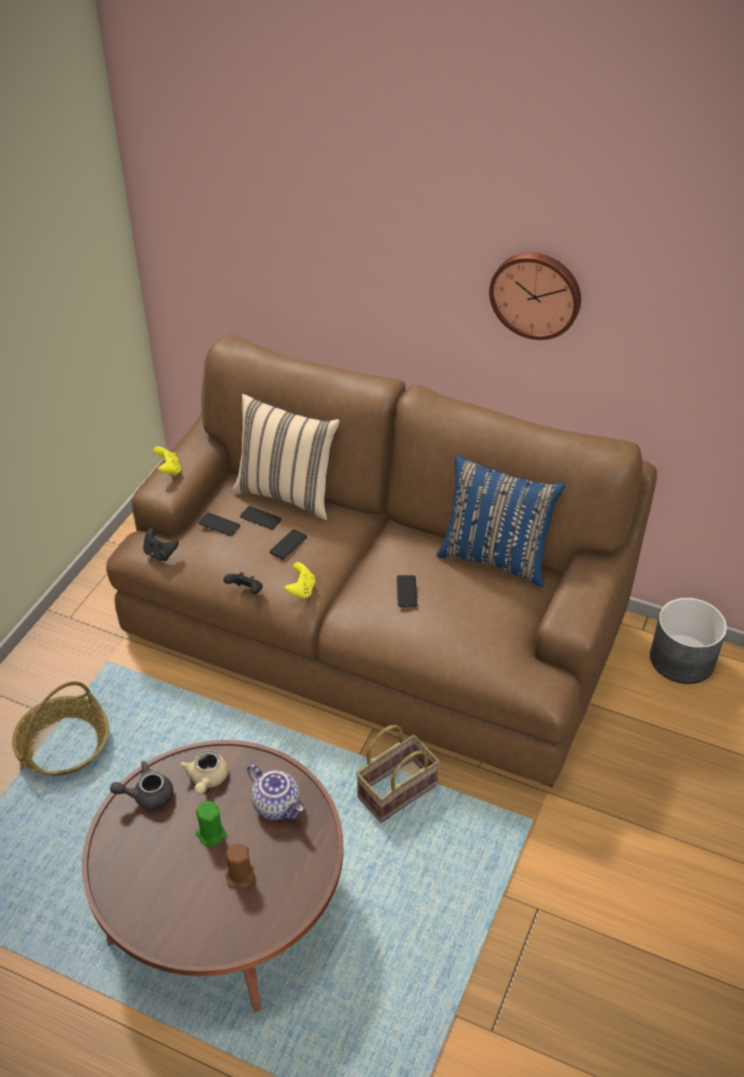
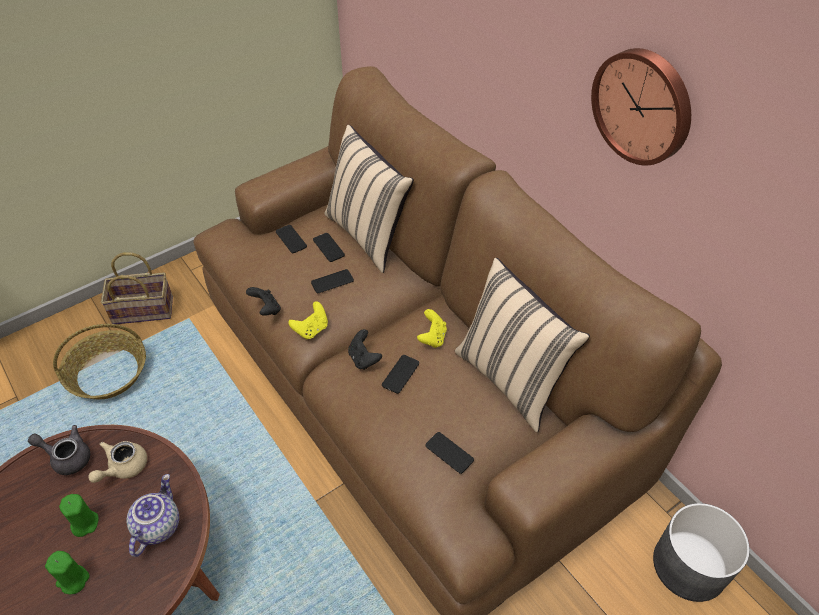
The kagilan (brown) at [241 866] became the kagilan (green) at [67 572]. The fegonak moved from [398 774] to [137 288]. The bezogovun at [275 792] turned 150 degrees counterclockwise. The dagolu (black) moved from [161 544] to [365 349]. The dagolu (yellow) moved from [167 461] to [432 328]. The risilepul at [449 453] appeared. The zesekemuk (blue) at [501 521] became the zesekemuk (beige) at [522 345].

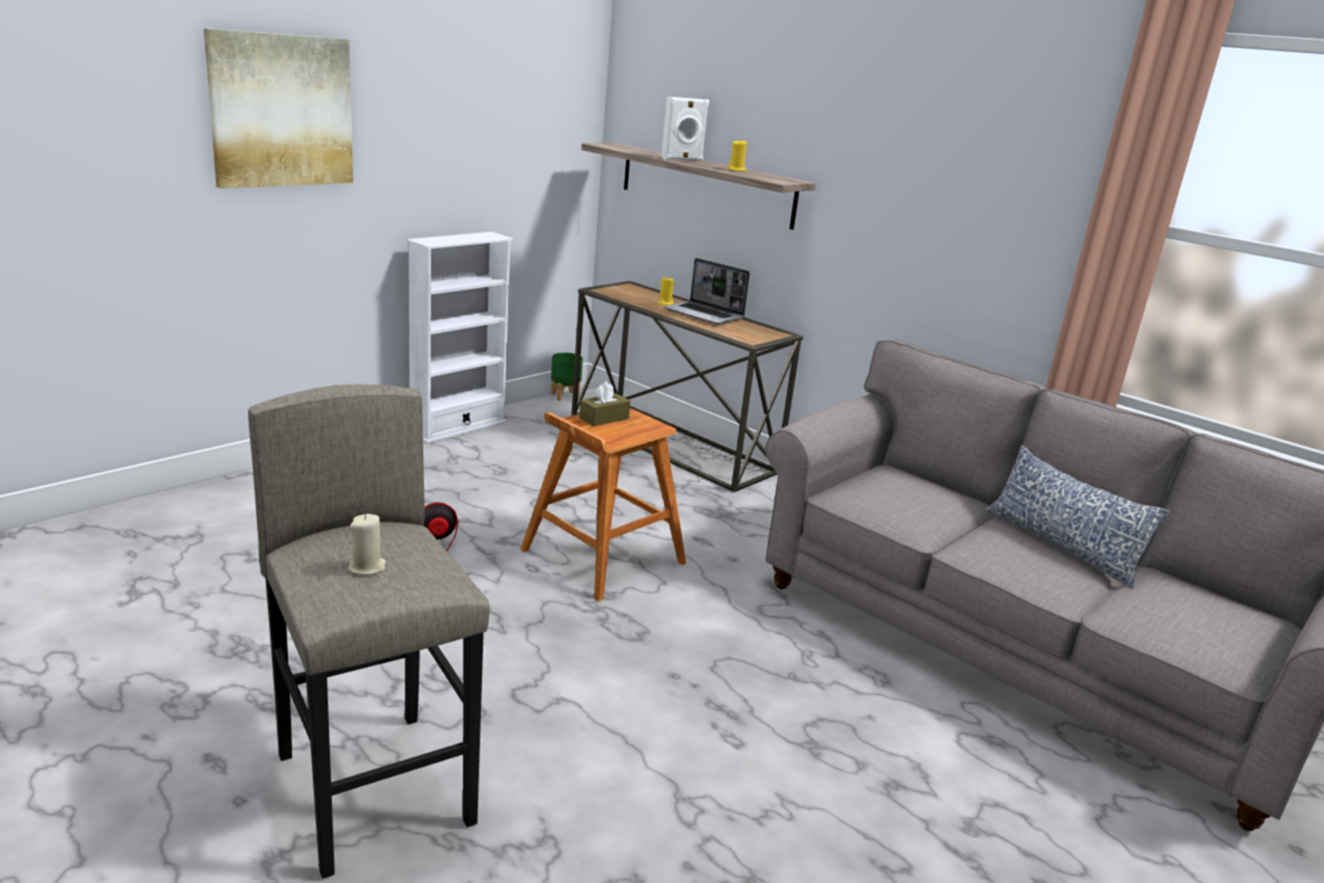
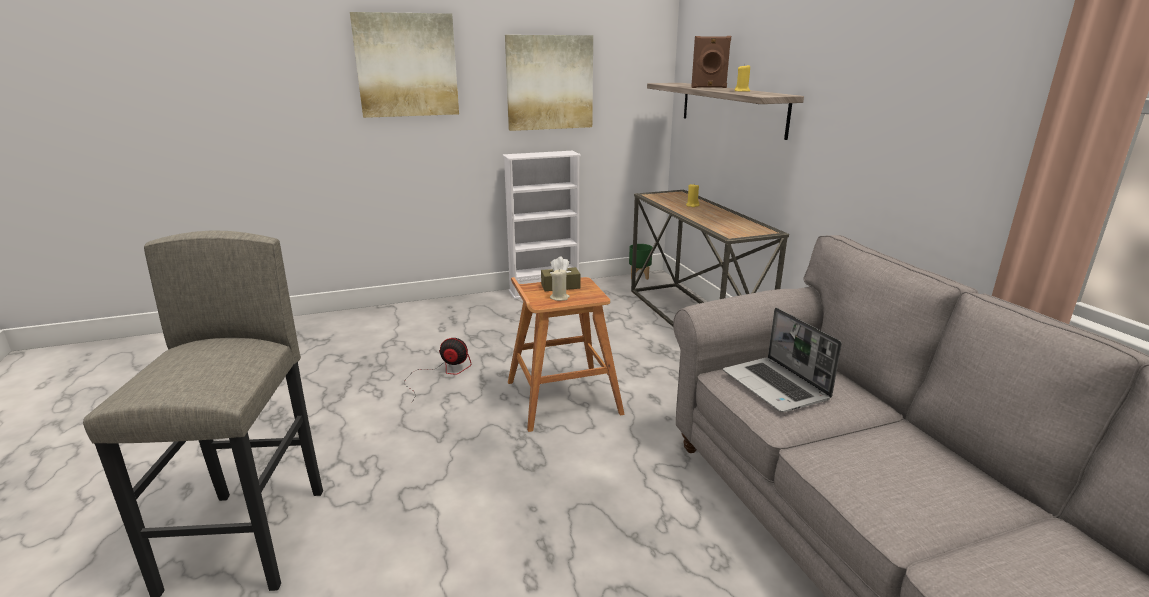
The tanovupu at [549 83] appeared. The kagilan (beige) moved from [367 544] to [560 285]. The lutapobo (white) at [685 129] became the lutapobo (brown) at [711 62]. The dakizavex moved from [707 291] to [782 360]. The zesekemuk at [1078 516] disappeared.

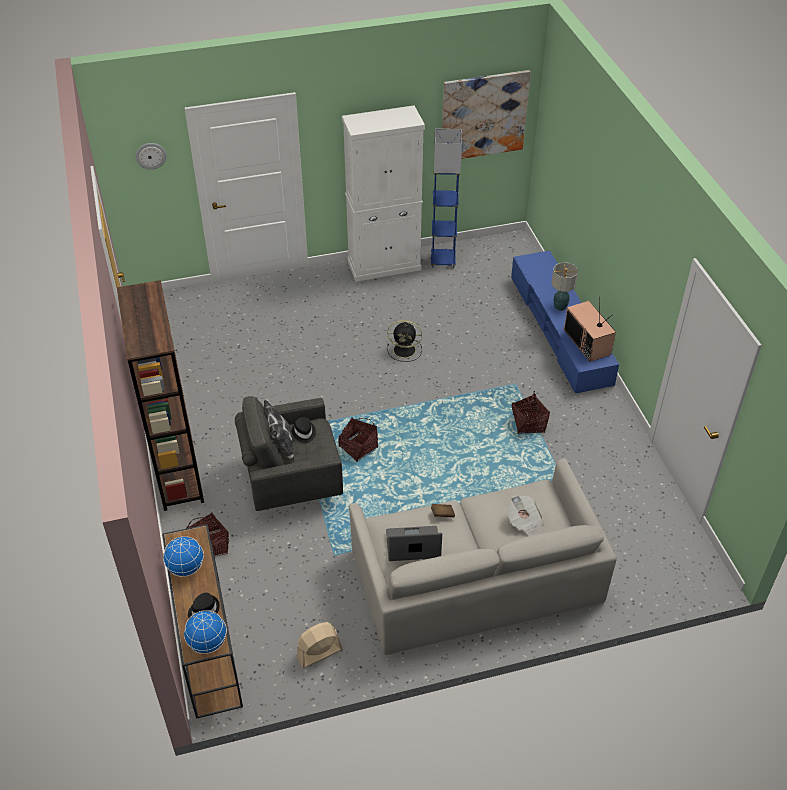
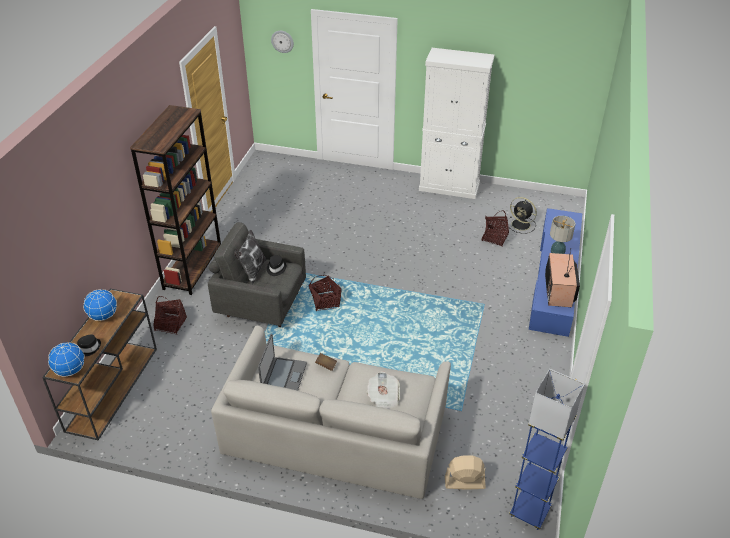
The dakizavex at [414 543] turned 75 degrees clockwise. The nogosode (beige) moved from [319 645] to [465 472]. The fegonak moved from [531 412] to [495 228]. The nogosode (black) moved from [404 341] to [522 215]. The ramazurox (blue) moved from [446 198] to [547 449]. The tanovupu at [486 114] disappeared.

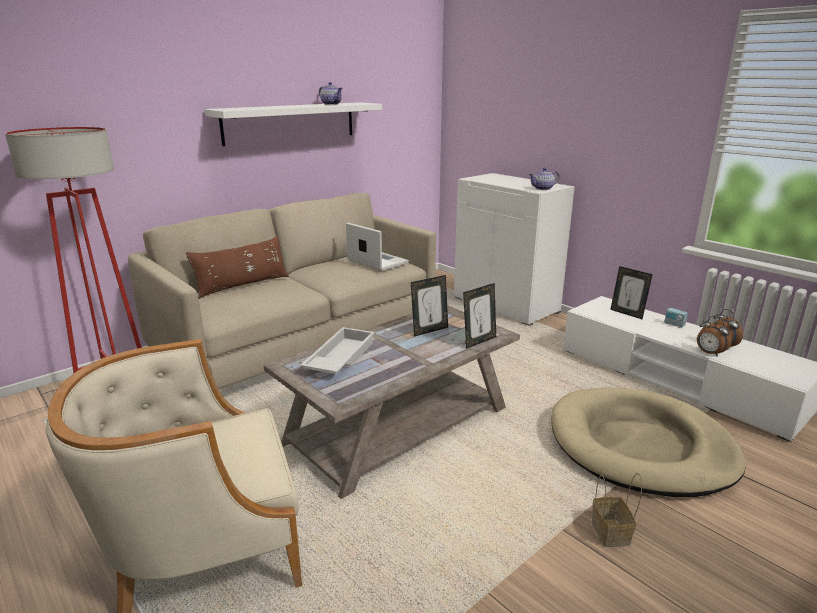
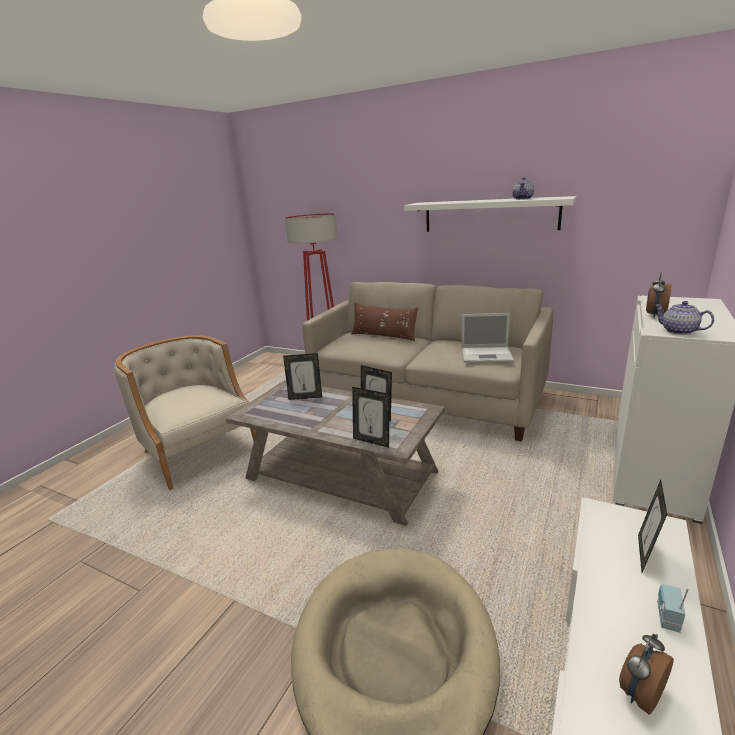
The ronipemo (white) at [337 350] was replaced by the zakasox at [302 376]. The dakizavex at [377 246] turned 75 degrees clockwise. The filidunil moved from [714 336] to [658 295]. The fegonak at [616 510] disappeared.

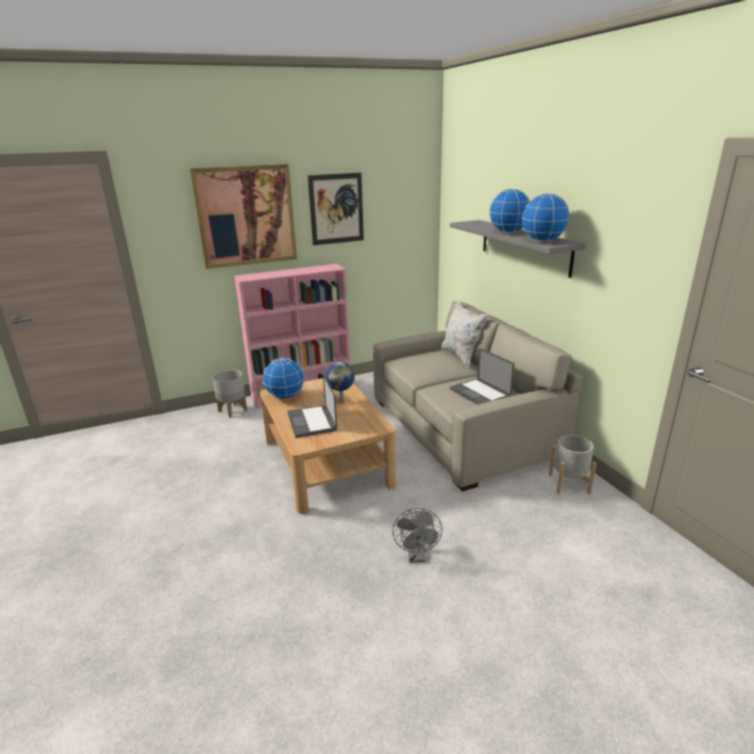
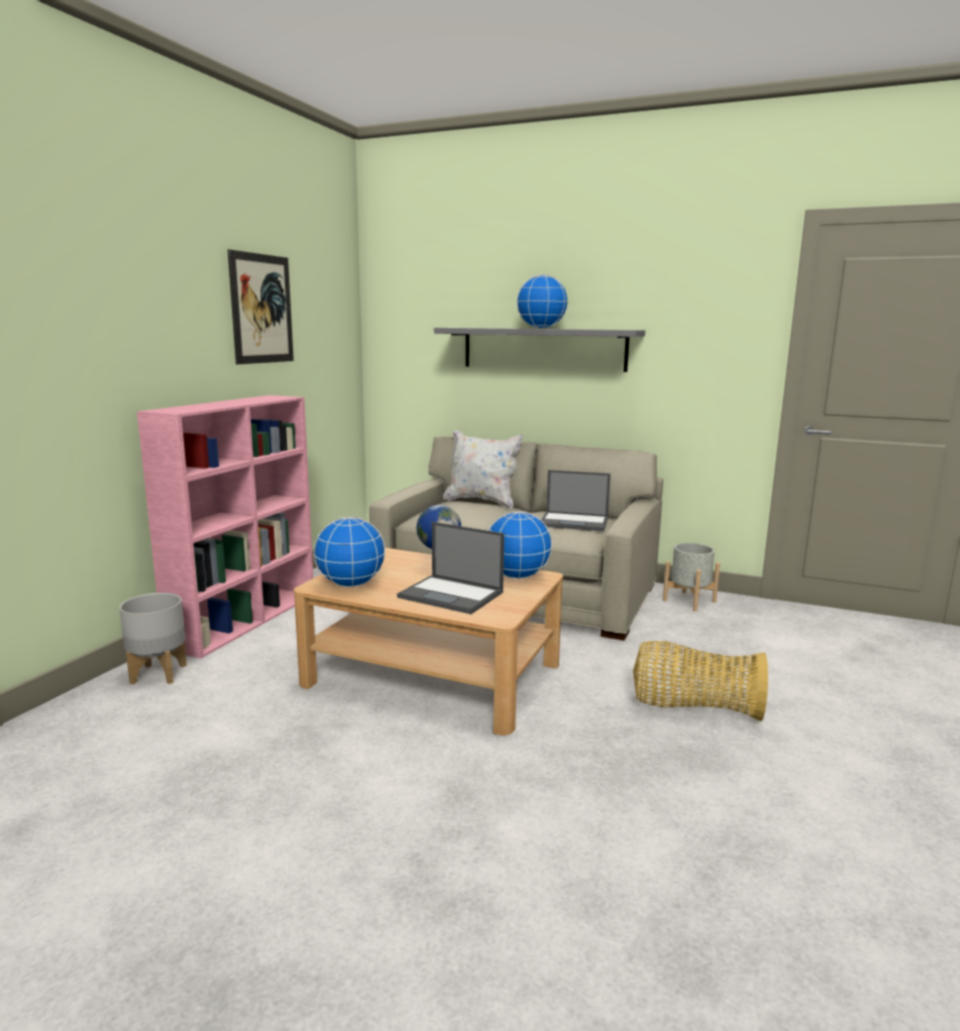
The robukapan moved from [546 217] to [520 545]. The nogosode (grey) at [417 535] was replaced by the fegonak at [700 681]. The tanovupu at [243 216] disappeared.

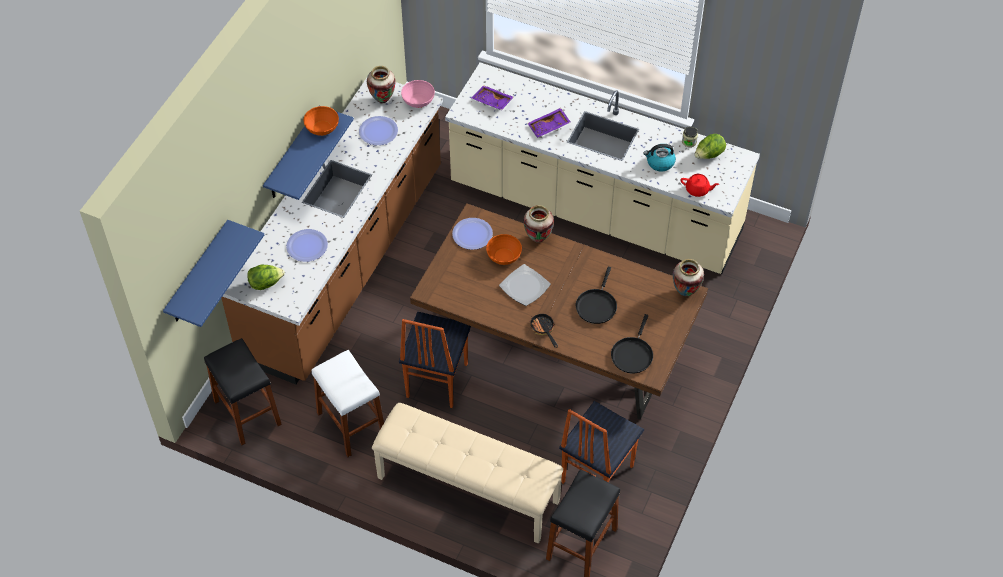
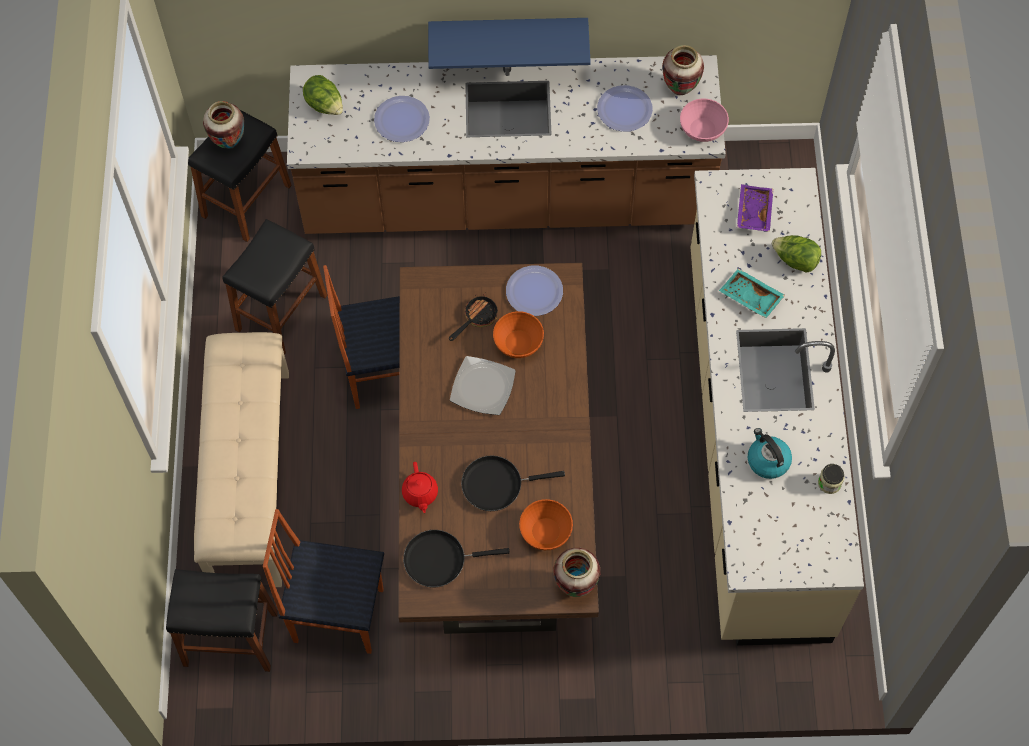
The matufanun moved from [538 224] to [223 125]. The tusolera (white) at [348 403] became the tusolera (black) at [274 287]. The bezogovun (red) moved from [700 185] to [420 487]. The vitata moved from [544 330] to [473 317]. The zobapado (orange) moved from [321 121] to [546 524]. The ronipemo (purple) at [548 123] became the ronipemo (turquoise) at [752 293]. The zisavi moved from [710 146] to [796 254]. The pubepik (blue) at [213 273] disappeared.

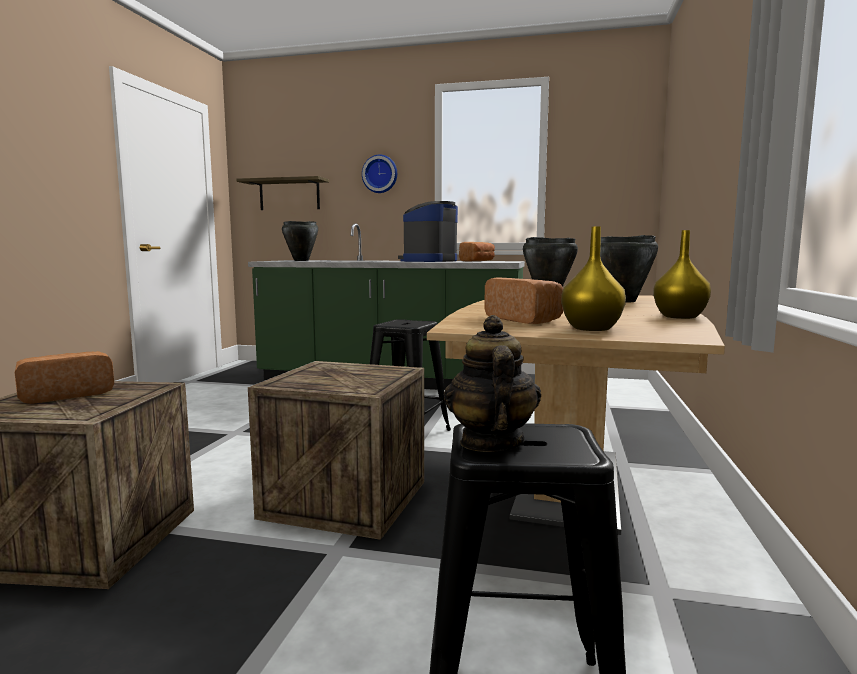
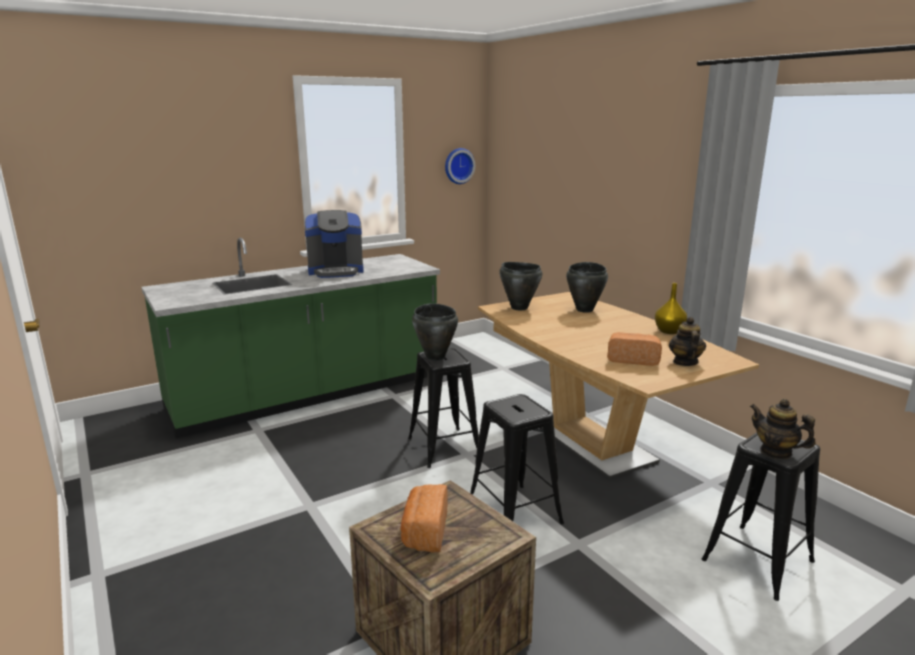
The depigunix at [428 231] turned 90 degrees counterclockwise. The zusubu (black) moved from [300 241] to [435 332]. The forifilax moved from [379 173] to [460 166]. The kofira at [336 450] was replaced by the tusolera (black) at [517 459]. The matufanun (yellow) at [593 279] was replaced by the bezogovun at [687 341]. The pubepik at [282 193] disappeared. The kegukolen at [477 251] disappeared.

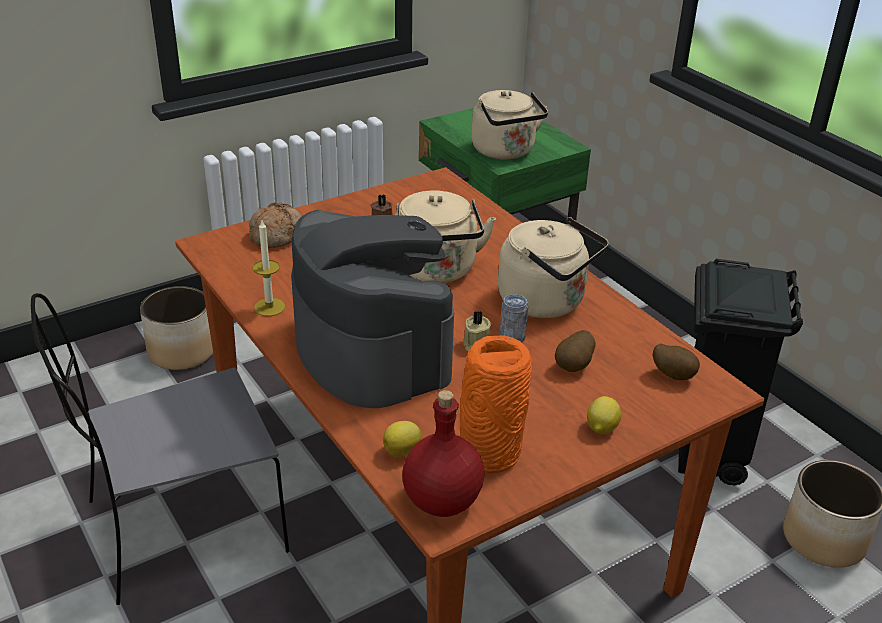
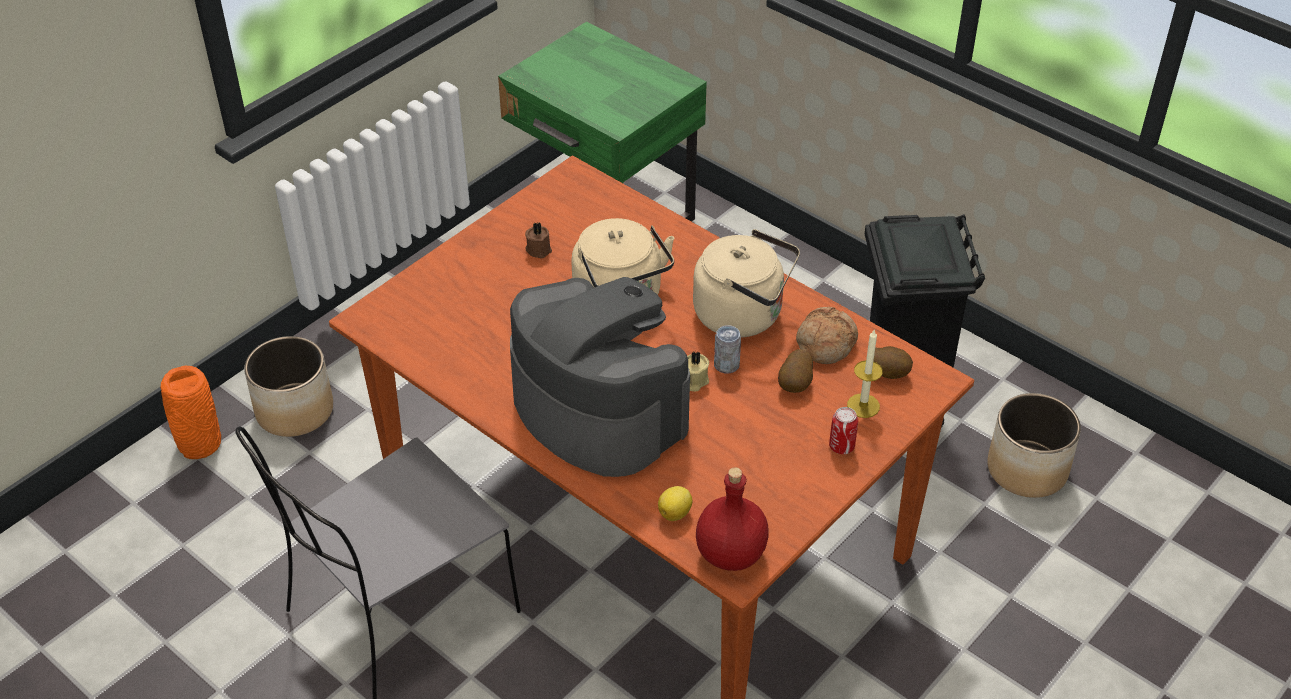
The matufanun (orange) moved from [496 404] to [190 412]. The kegukolen moved from [275 225] to [827 335]. The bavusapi at [604 415] was replaced by the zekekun at [843 430]. The kagilan moved from [268 268] to [865 374]. The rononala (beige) at [509 124] disappeared.

